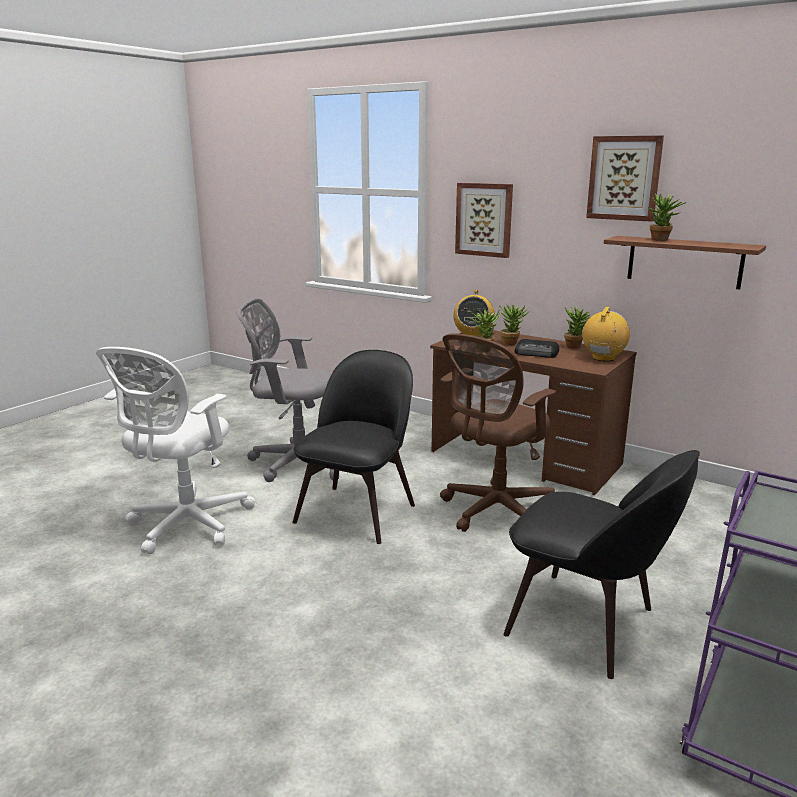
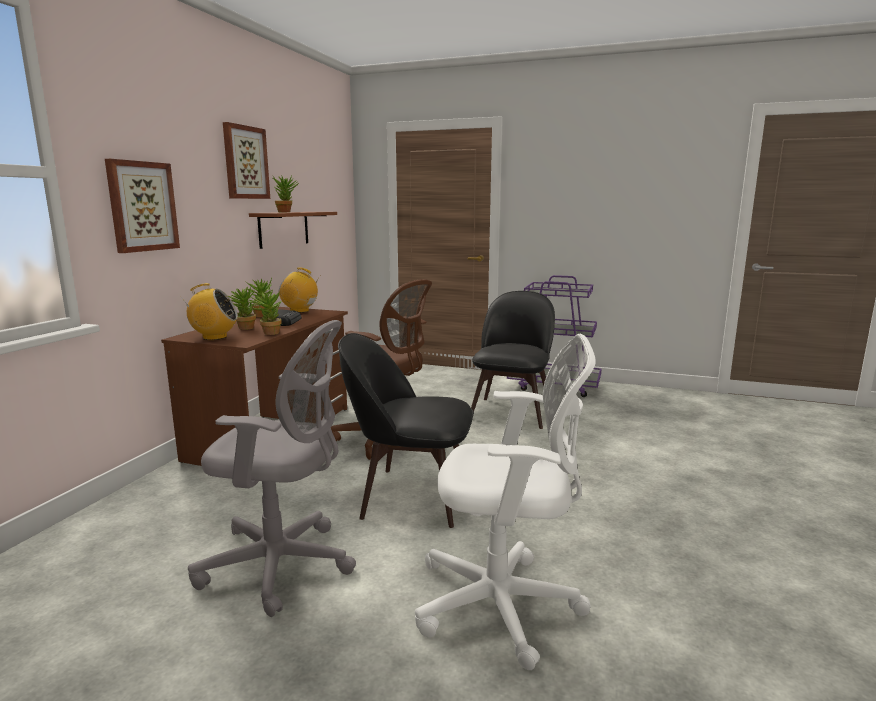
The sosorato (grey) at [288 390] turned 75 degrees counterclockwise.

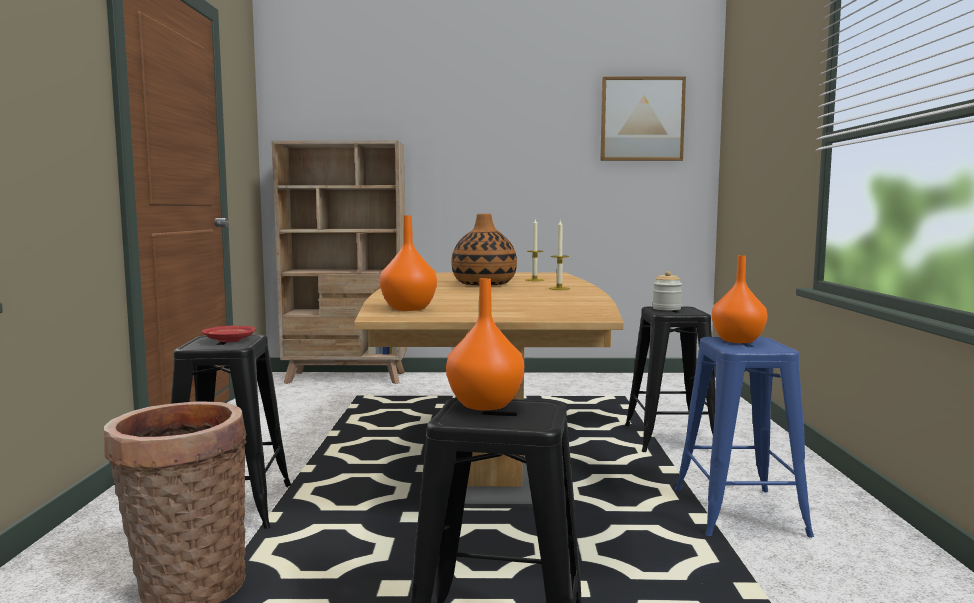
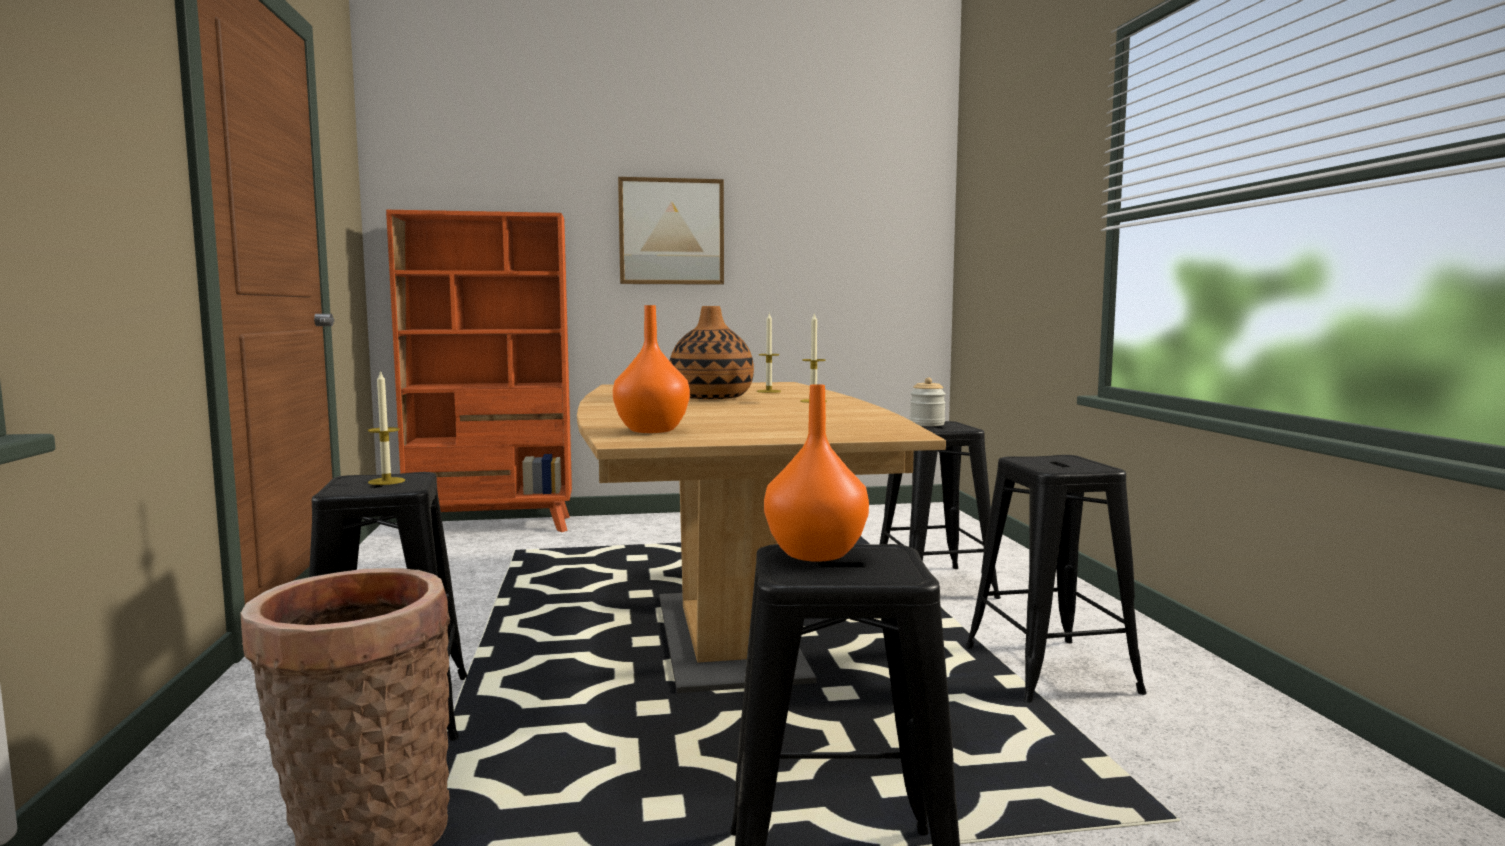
The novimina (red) at [229 334] was replaced by the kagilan at [386 427]. The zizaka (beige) at [339 262] became the zizaka (orange) at [479 371]. The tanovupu moved from [643 118] to [671 231]. The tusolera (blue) at [744 437] became the tusolera (black) at [1056 579]. The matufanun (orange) at [739 299] disappeared.

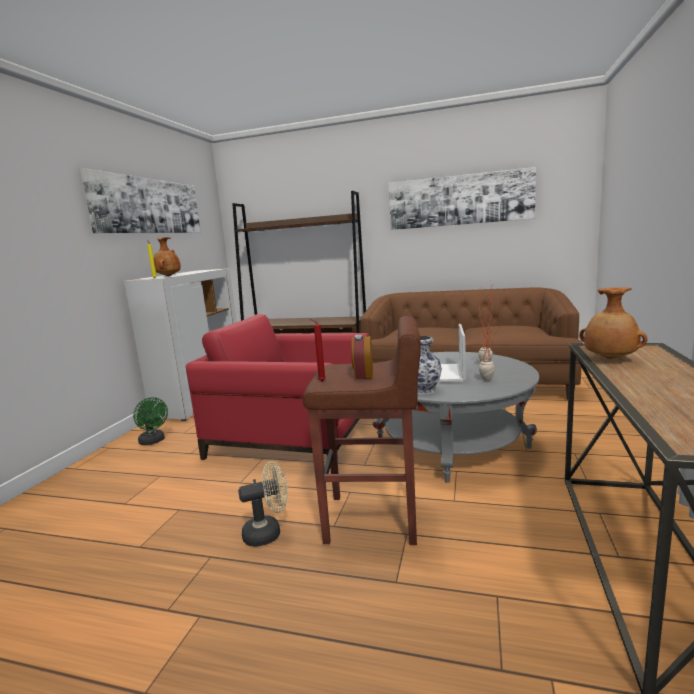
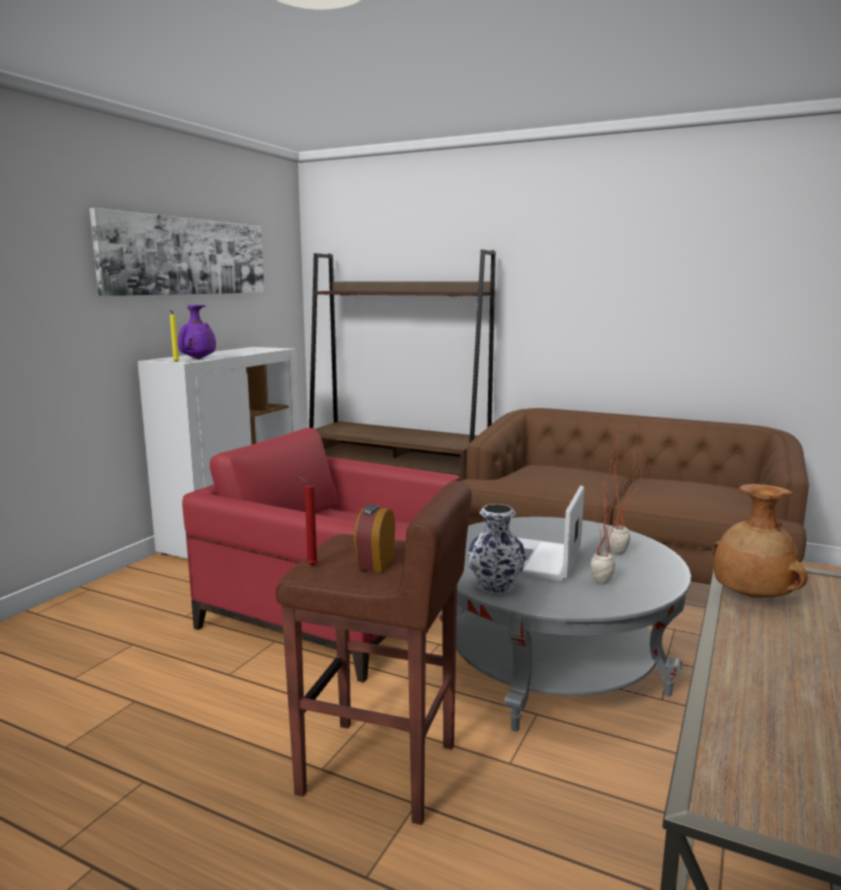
The matufanun (brown) at [167 256] became the matufanun (purple) at [197 332]. The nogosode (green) at [150 421] disappeared. The nogosode (beige) at [263 504] disappeared. The tanovupu at [462 198] disappeared.

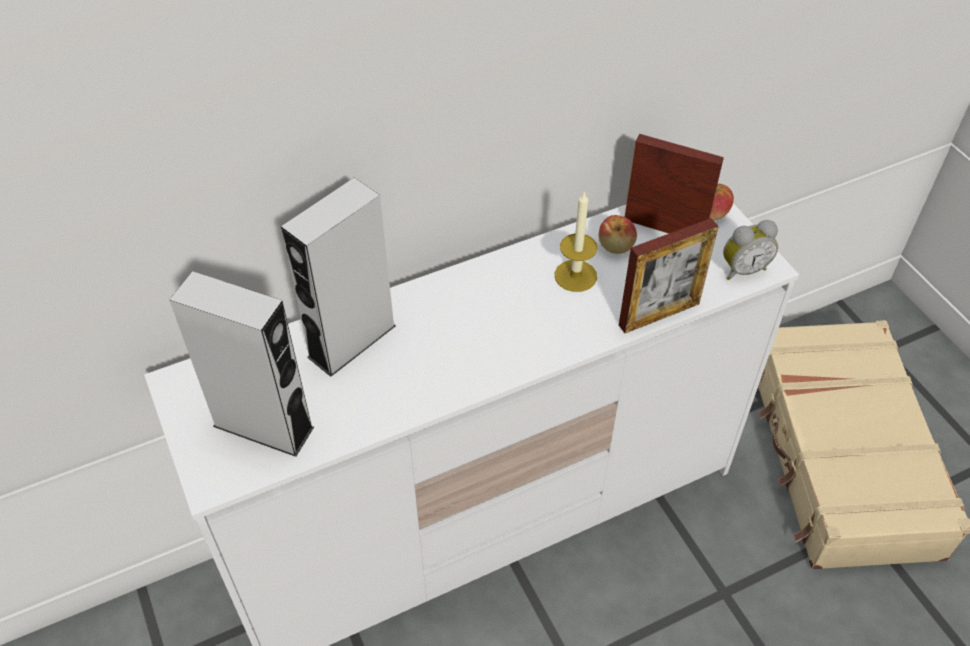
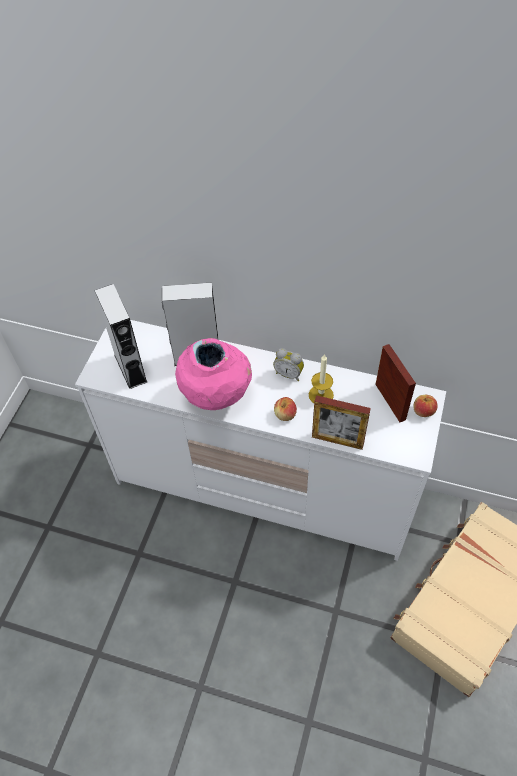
The matufanun (pink) at [213 374] appeared. The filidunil moved from [750 250] to [288 364]. The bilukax moved from [618 234] to [285 409].

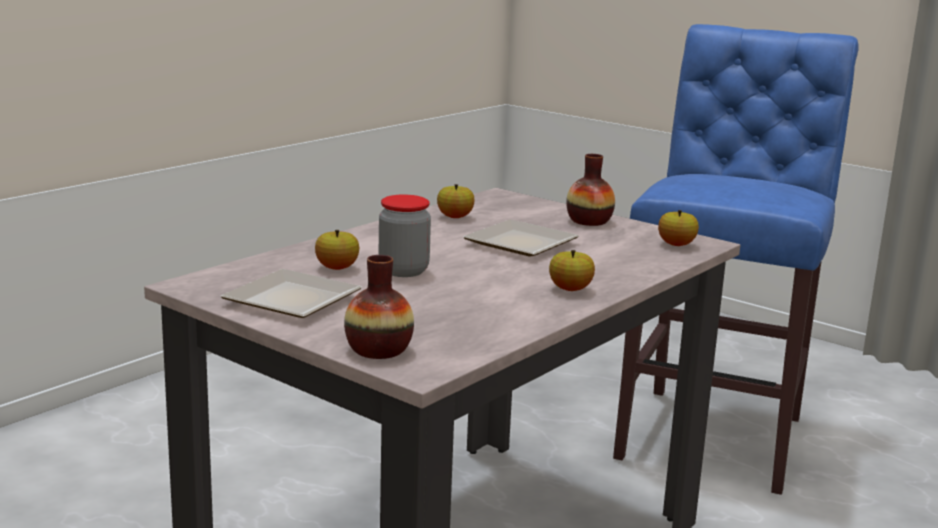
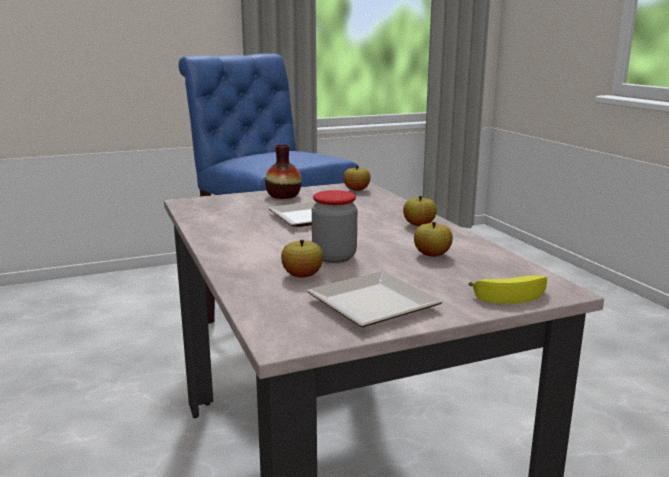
The bilukax moved from [456 201] to [433 239]. The matufanun at [379 307] was replaced by the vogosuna at [507 289].

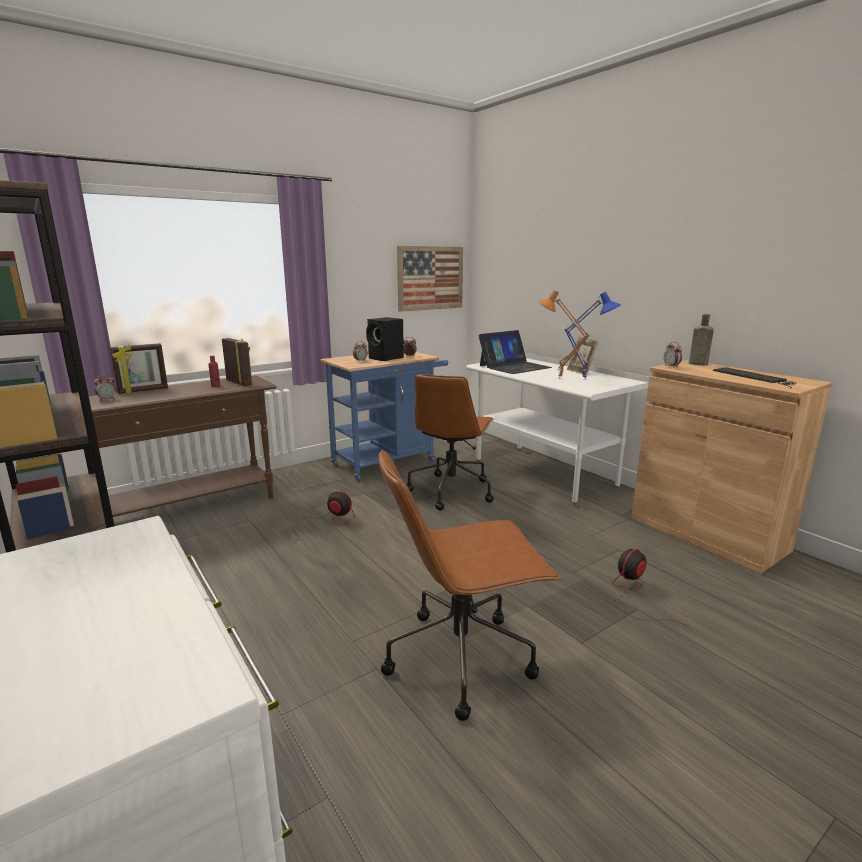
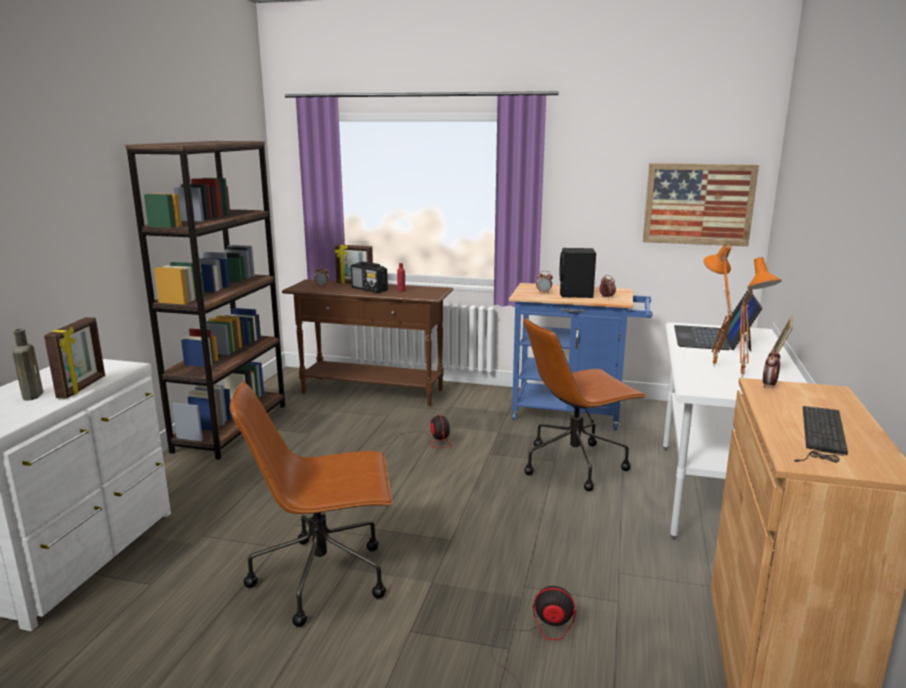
The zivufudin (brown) moved from [701 339] to [28 365]. The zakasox moved from [237 362] to [74 357]. The sosorato (brown) at [470 585] turned 45 degrees counterclockwise. The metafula at [369 277] appeared. The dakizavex at [515 352] turned 90 degrees clockwise. The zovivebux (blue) at [592 336] became the zovivebux (orange) at [761 317].

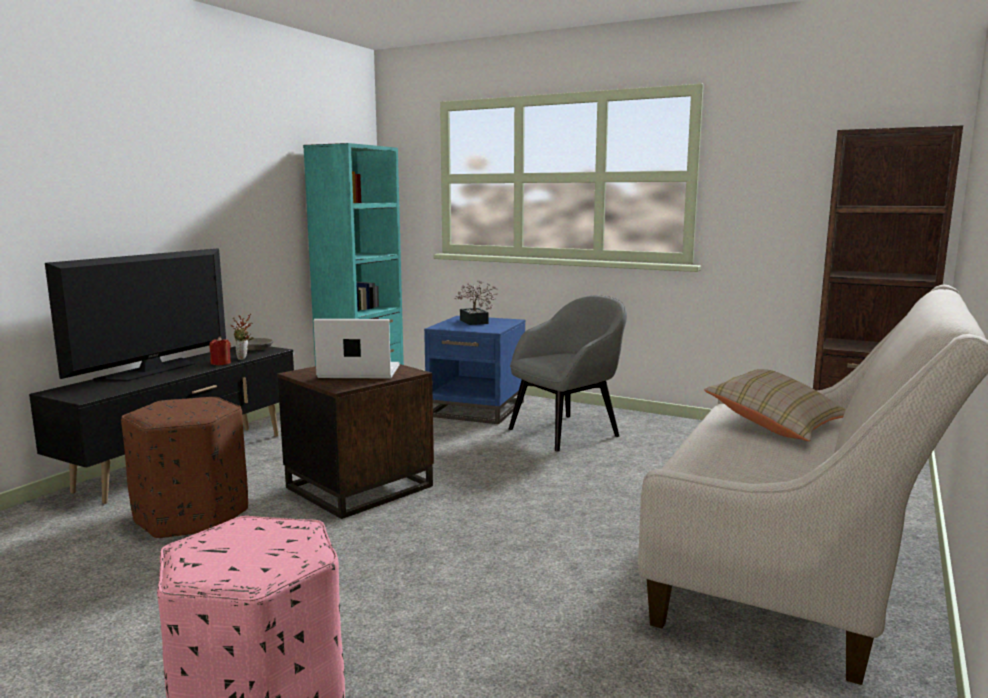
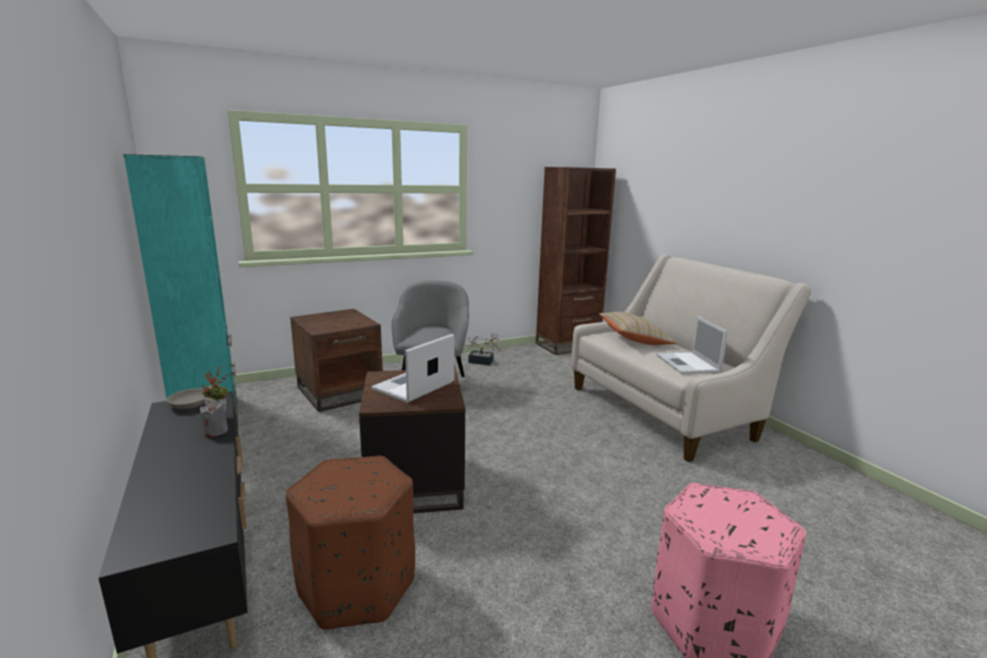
The kagilan (red) at [220 351] became the kagilan (grey) at [214 418]. The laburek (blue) at [474 370] became the laburek (brown) at [336 360]. The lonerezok moved from [476 302] to [482 349]. The dakizavex at [692 345] appeared. The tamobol at [135 314] disappeared.

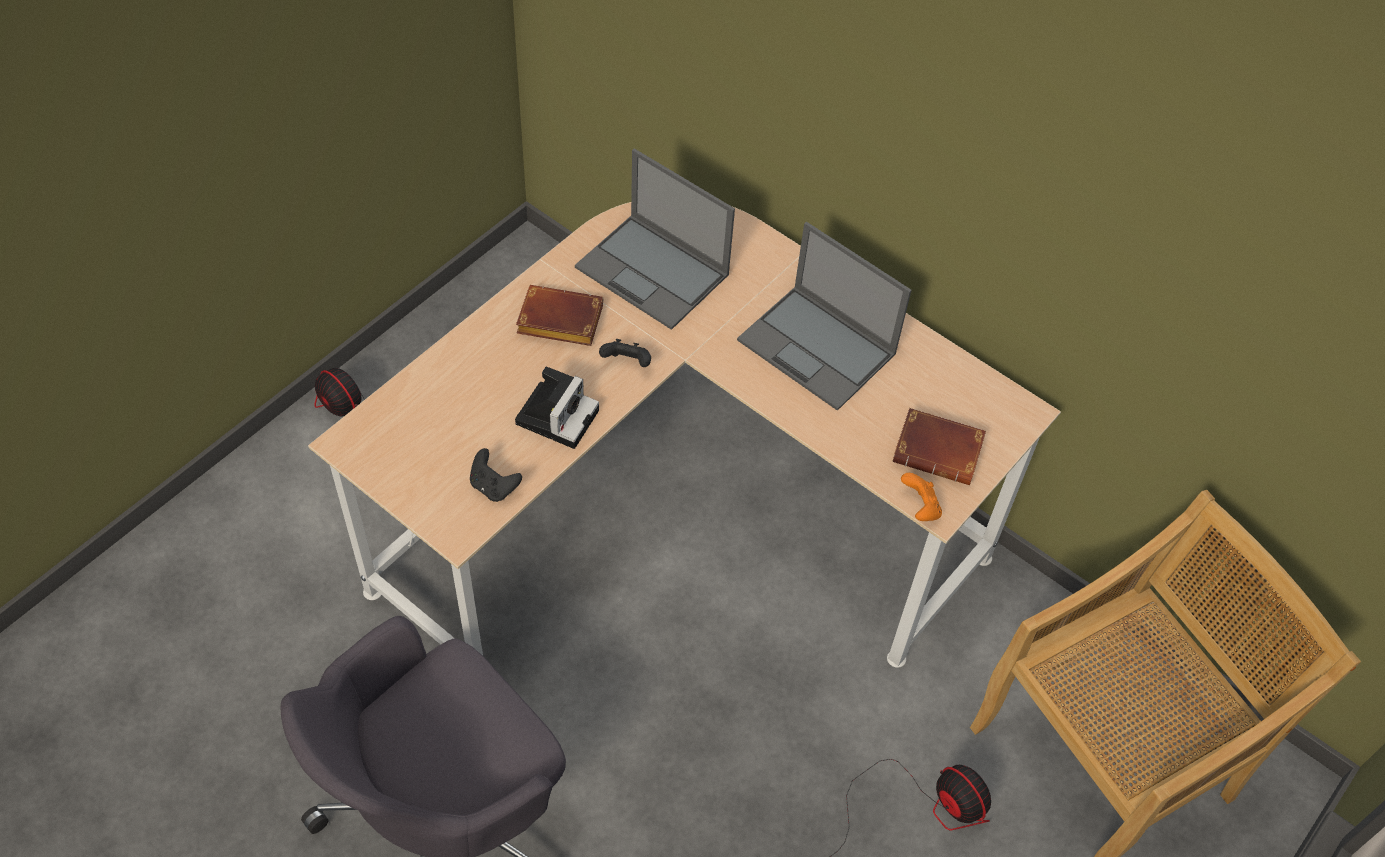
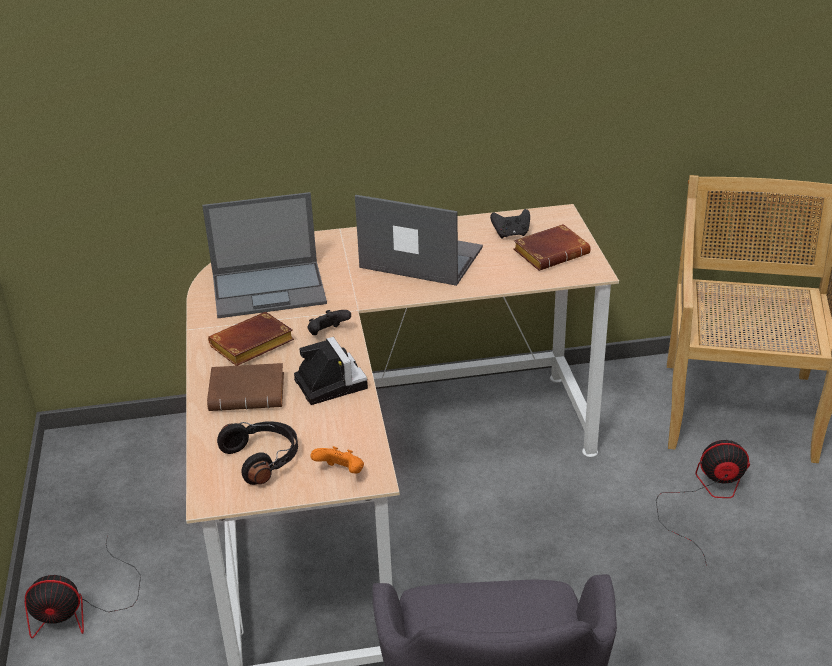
The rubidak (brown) at [245 387] appeared. The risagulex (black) at [257 453] appeared. The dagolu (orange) moved from [921 497] to [337 459]. The dakizavex at [824 316] turned 150 degrees counterclockwise. The dagolu (black) moved from [496 475] to [510 224].

